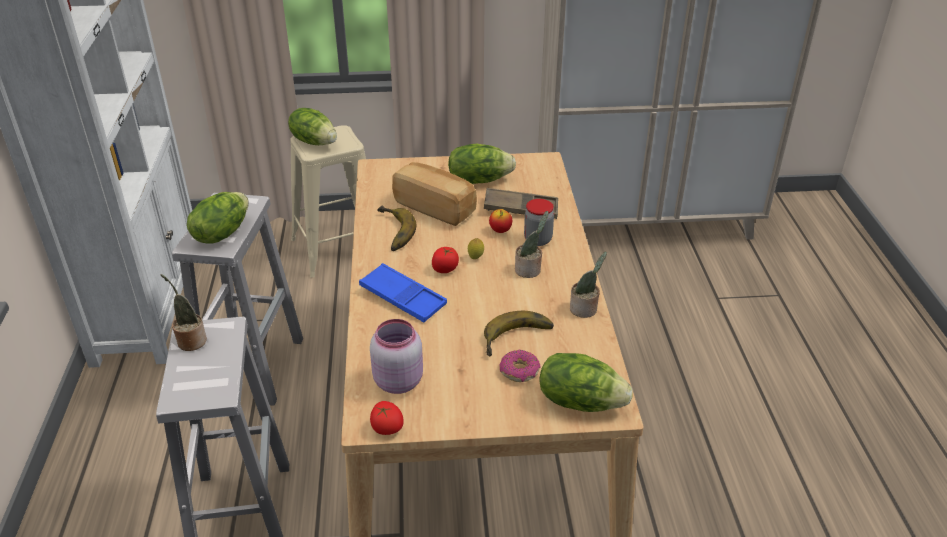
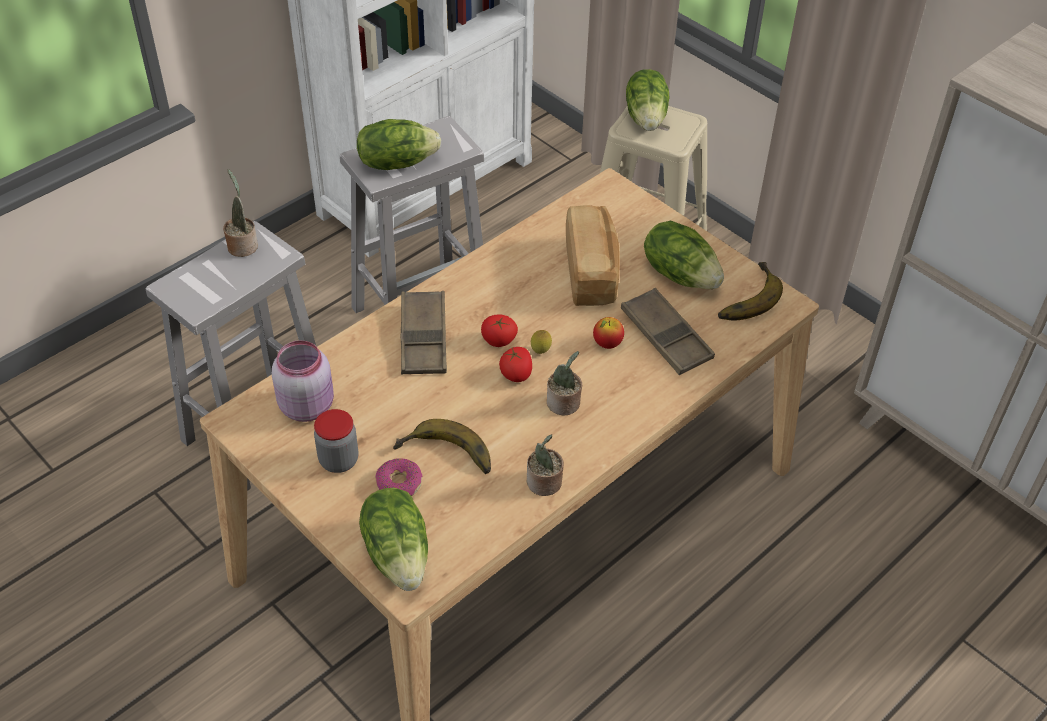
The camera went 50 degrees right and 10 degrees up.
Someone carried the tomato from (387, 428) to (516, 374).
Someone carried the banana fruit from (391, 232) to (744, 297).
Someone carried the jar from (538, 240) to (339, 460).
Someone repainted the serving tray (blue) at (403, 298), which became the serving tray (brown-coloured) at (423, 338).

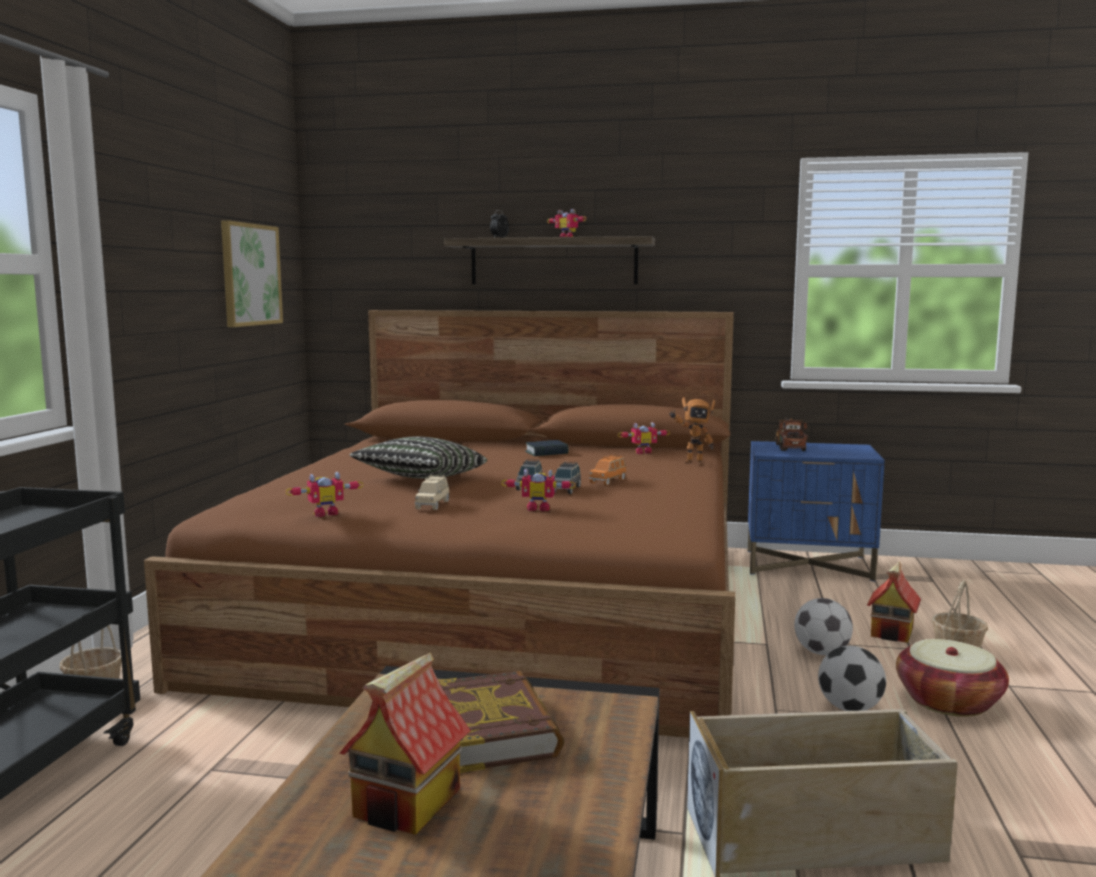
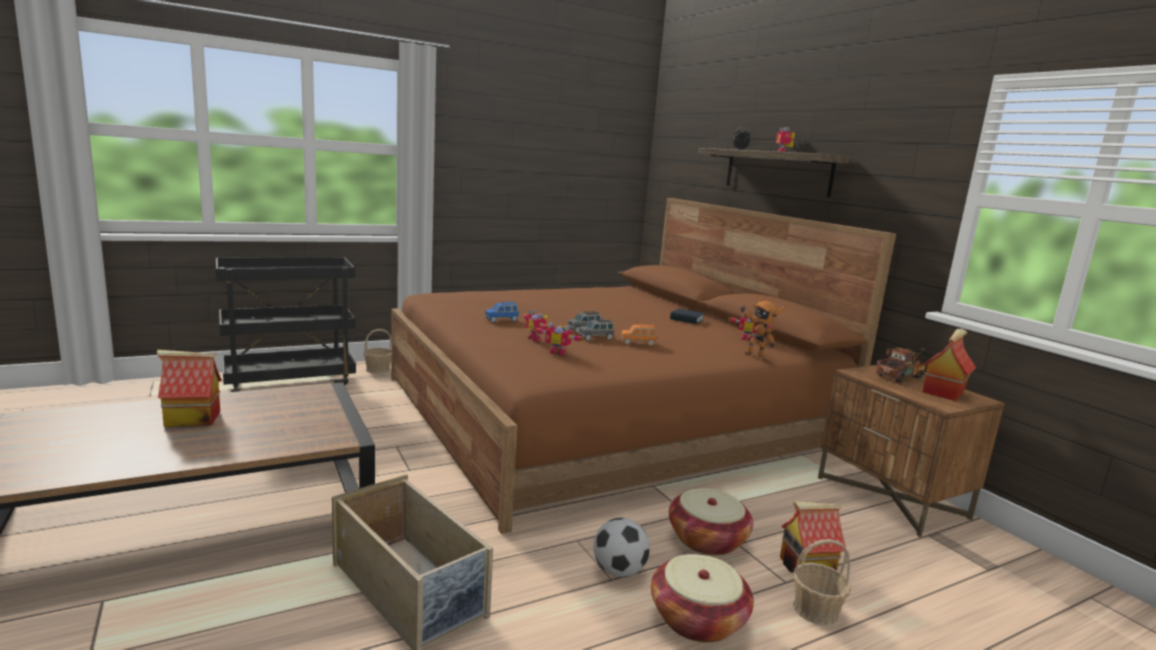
The camera went 50 degrees right and 5 degrees up.
Someone took away the wall art at (250, 274).
Someone took away the cushion at (420, 479).
Someone took away the bound book at (493, 731).
Someone put down the model house at (942, 392).
Someone carried the robot figure from (325, 513) to (558, 352).
Someone swapped the ball for football at (821, 652) for the basket at (707, 540).
Someone repainted the miniature car (beige) at (432, 505), which became the miniature car (blue) at (502, 319).
Someone repainted the bedside table (blue) at (809, 565), which became the bedside table (brown-coloured) at (892, 498).

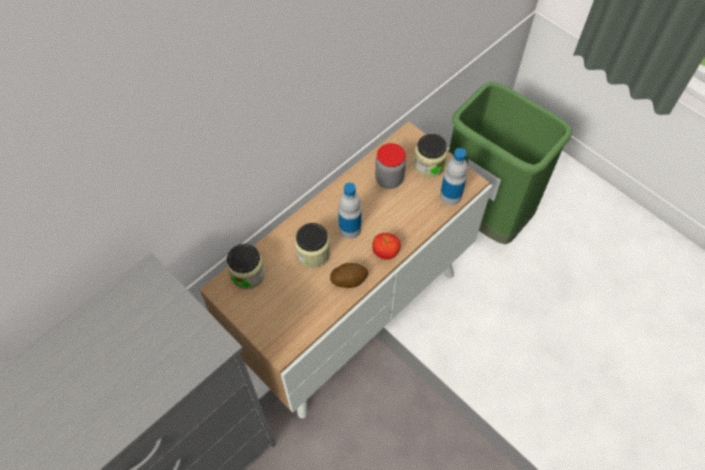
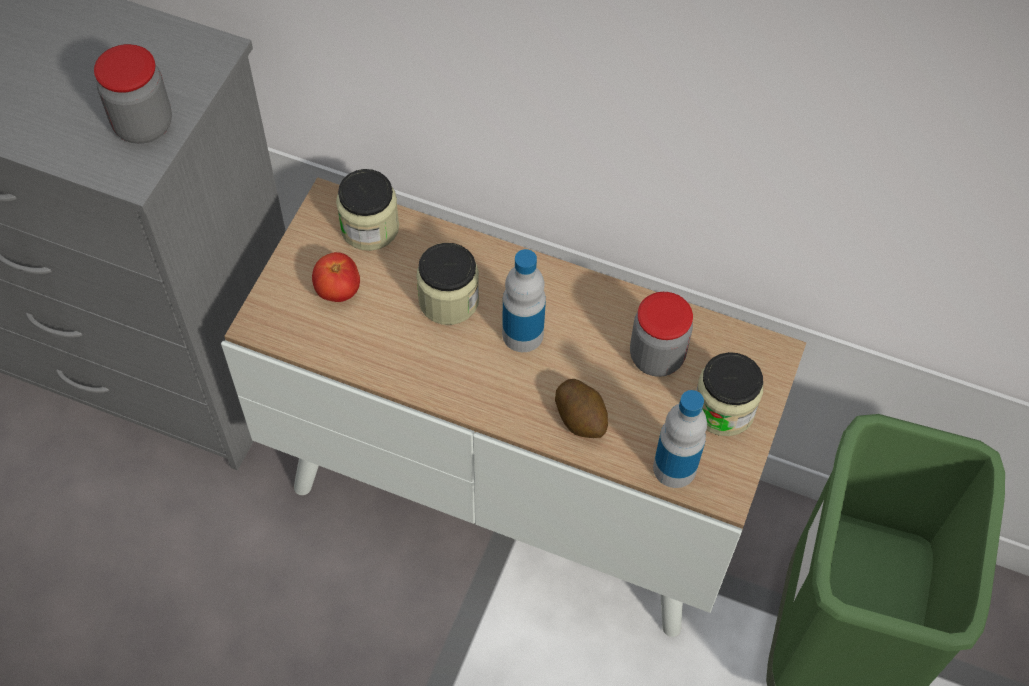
The camera went 65 degrees right and 0 degrees up.
Someone put down the jar at (143, 125).
Someone carried the spud from (349, 280) to (581, 418).
Someone carried the tomato from (385, 252) to (338, 290).

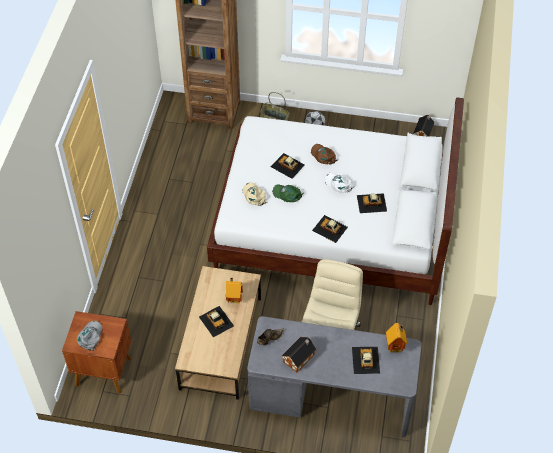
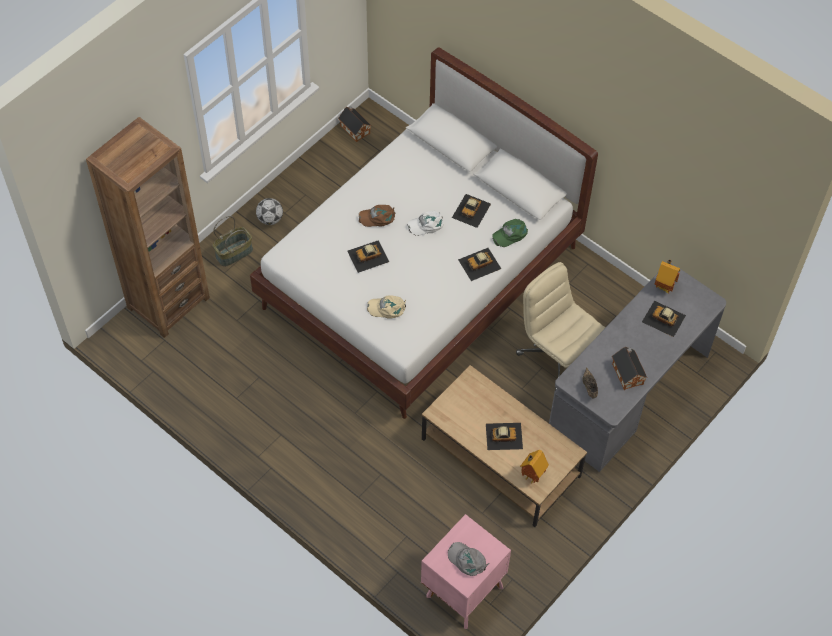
The camera went 60 degrees left and 5 degrees up.
Someone carried the model house from (234, 299) to (531, 475).
Someone carried the peaked cap (green-coloured) from (287, 194) to (510, 234).
Someone repainted the bedside table (brown-coloured) at (102, 370), which became the bedside table (pink) at (463, 591).

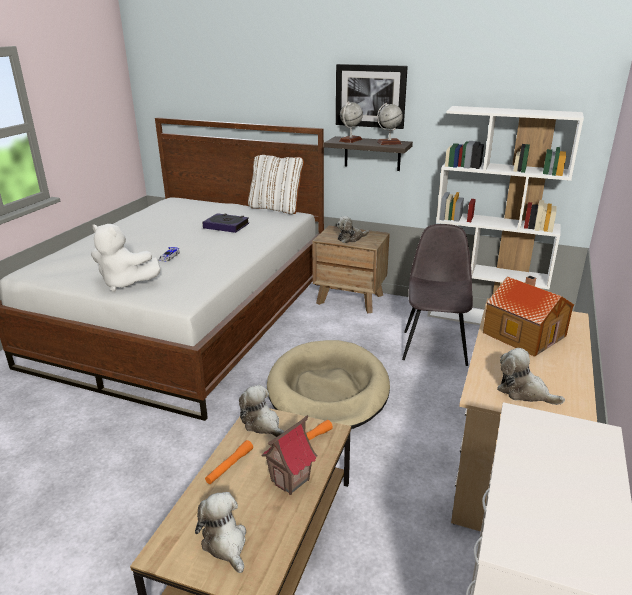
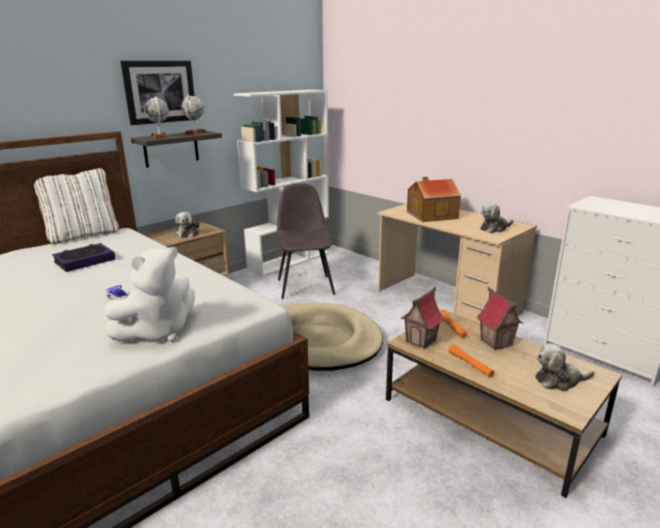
The camera went 65 degrees left and 5 degrees down.
Someone swapped the soft toy at (262, 424) for the model house at (421, 341).
Someone rotated the chair (greyish) at (434, 347) by 45 degrees clockwise.

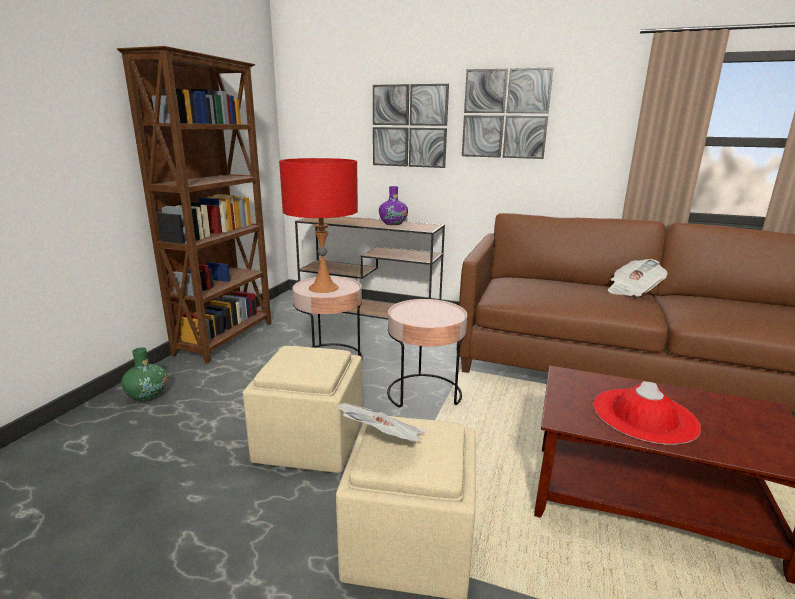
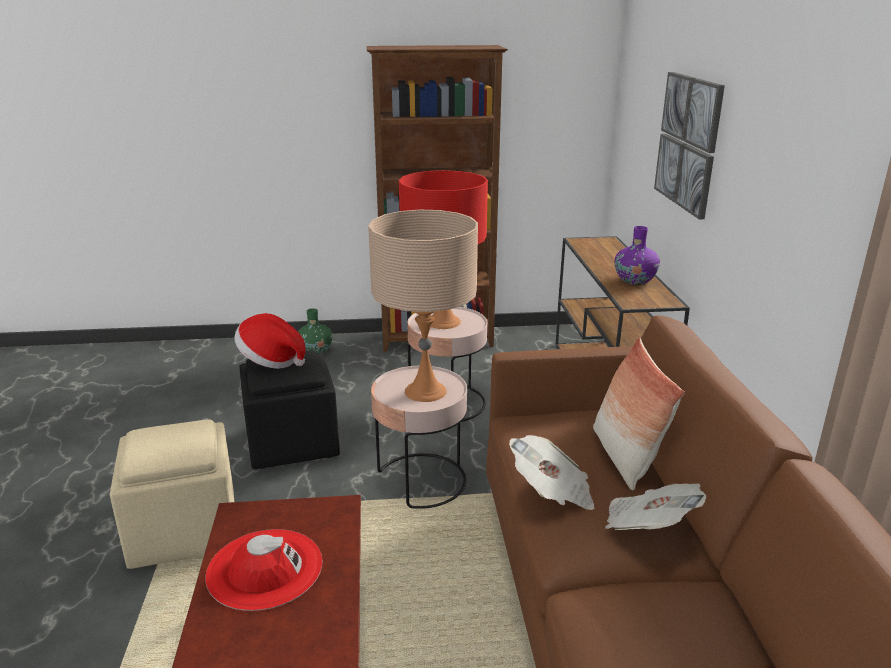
The camera went 65 degrees right and 5 degrees up.
Someone took away the wall art at (505, 114).
Someone put down the hat at (271, 360).
Someone put down the lamp for a table (beige) at (425, 391).
Someone put down the cushion at (625, 457).
Someone carried the newspaper from (384, 442) to (552, 492).
Someone repainted the footrest (beige) at (309, 442), which became the footrest (black) at (293, 442).

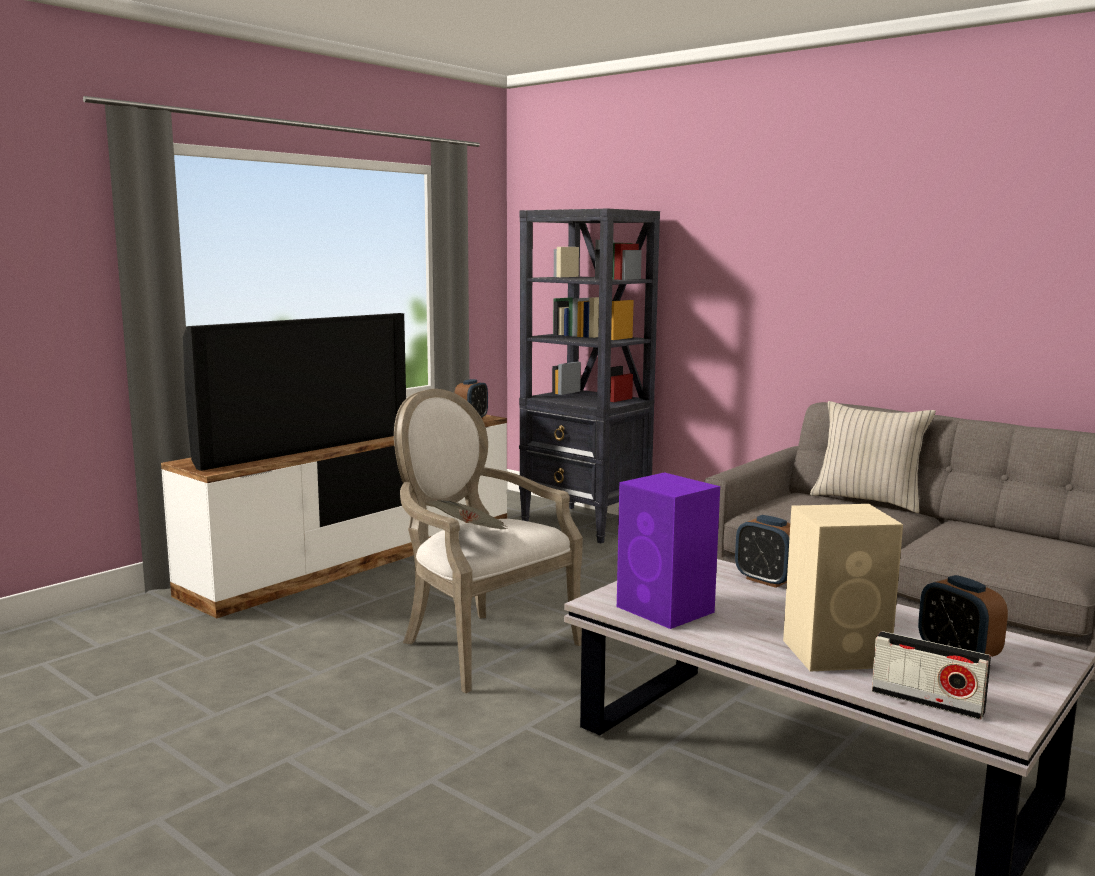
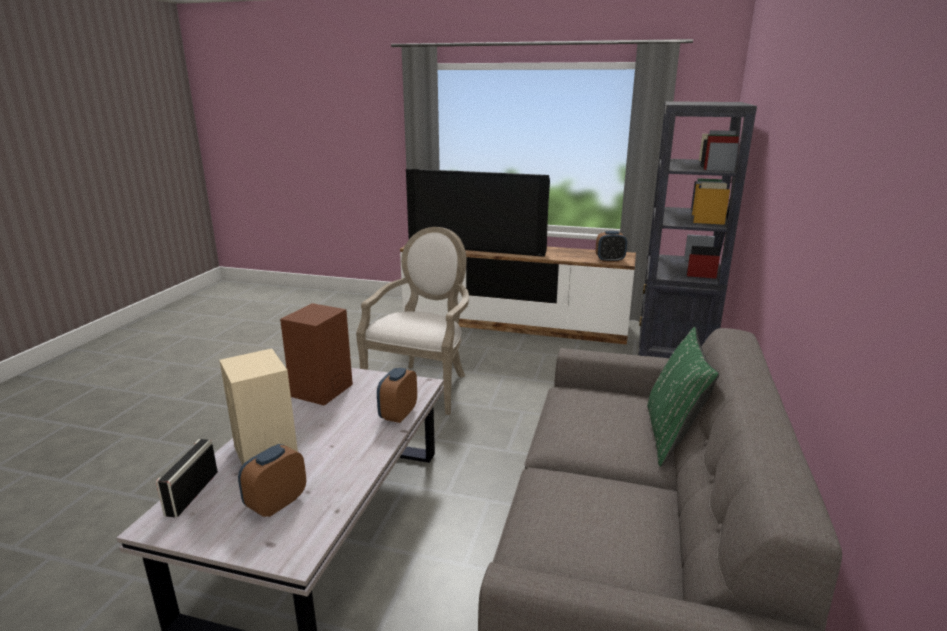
The camera went 65 degrees right and 10 degrees up.
Someone took away the newspaper at (471, 538).
Someone repainted the loudspeaker (purplish) at (667, 610), which became the loudspeaker (brown-coloured) at (321, 391).
Someone repainted the cushion (beige) at (867, 500), which became the cushion (green-coloured) at (672, 435).

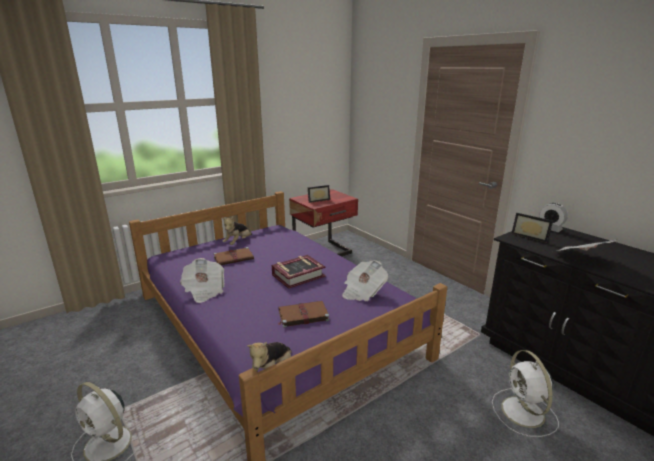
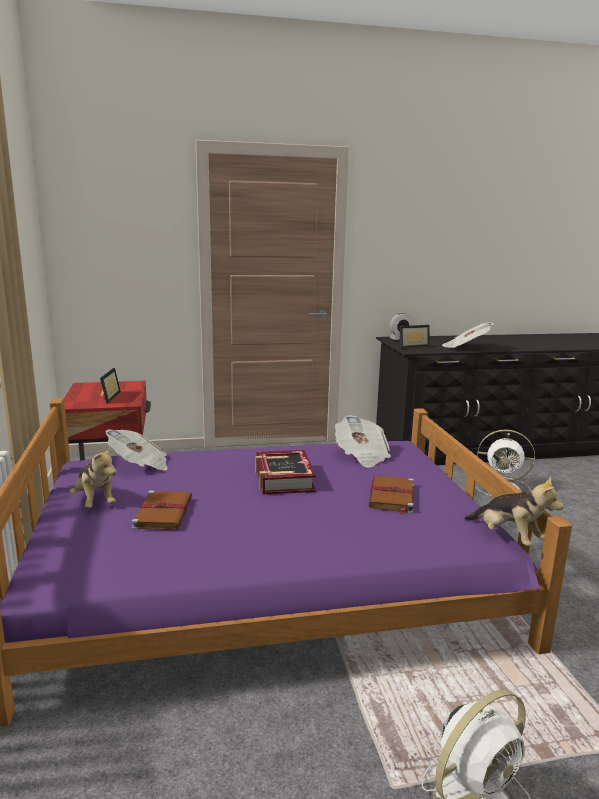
The camera went 65 degrees left and 5 degrees down.
Someone carried the newspaper from (204, 290) to (140, 465).

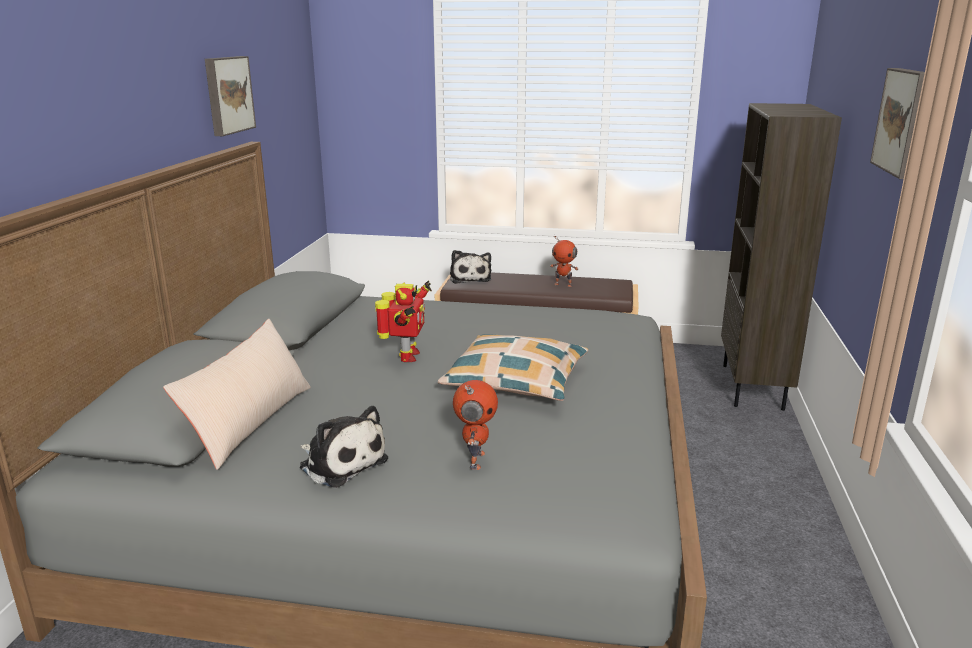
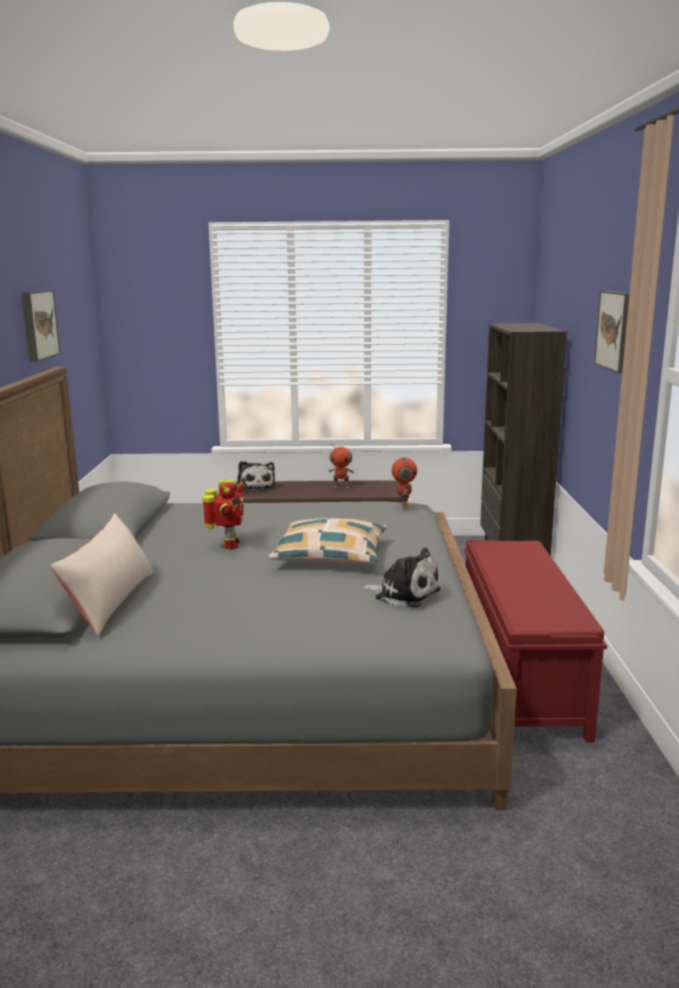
The camera went 10 degrees left and 5 degrees down.
Someone put down the long seat (red) at (519, 674).
Someone carried the soft toy from (341, 462) to (404, 594).
Someone carried the robot figure from (475, 460) to (403, 506).

